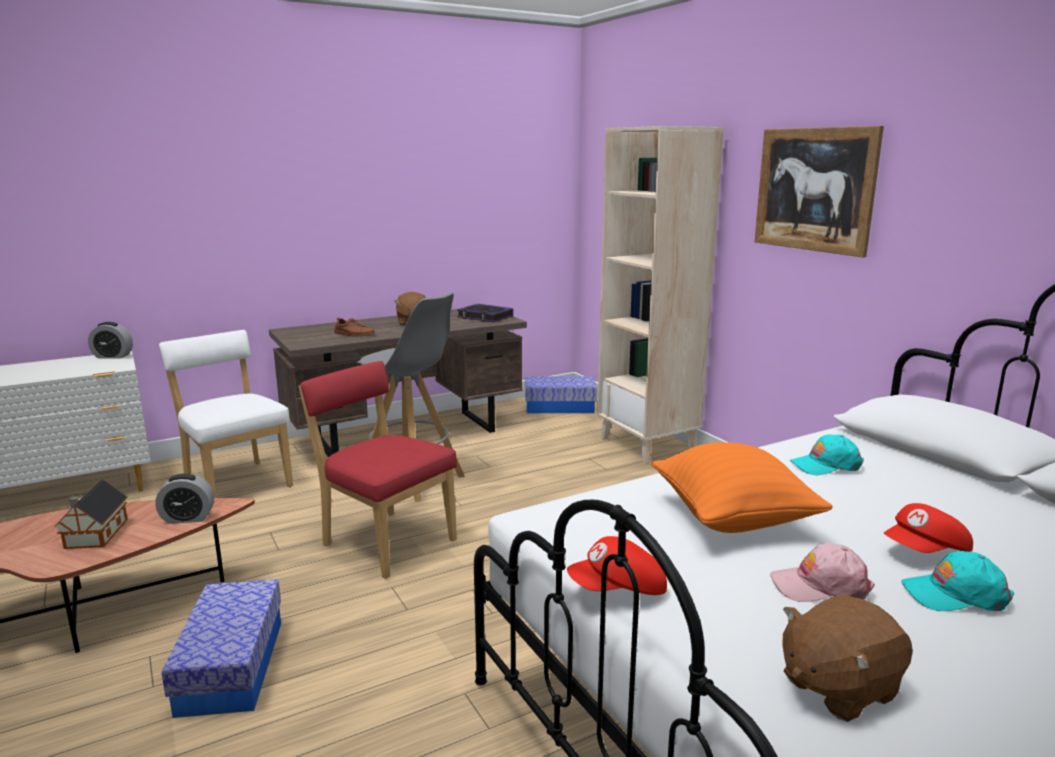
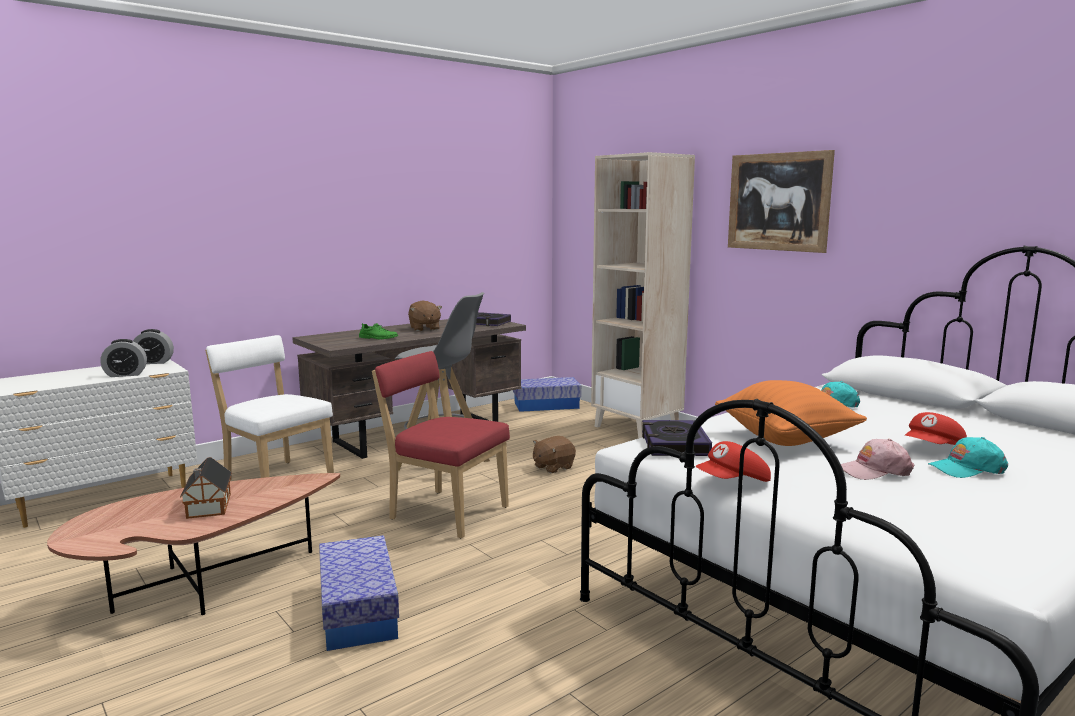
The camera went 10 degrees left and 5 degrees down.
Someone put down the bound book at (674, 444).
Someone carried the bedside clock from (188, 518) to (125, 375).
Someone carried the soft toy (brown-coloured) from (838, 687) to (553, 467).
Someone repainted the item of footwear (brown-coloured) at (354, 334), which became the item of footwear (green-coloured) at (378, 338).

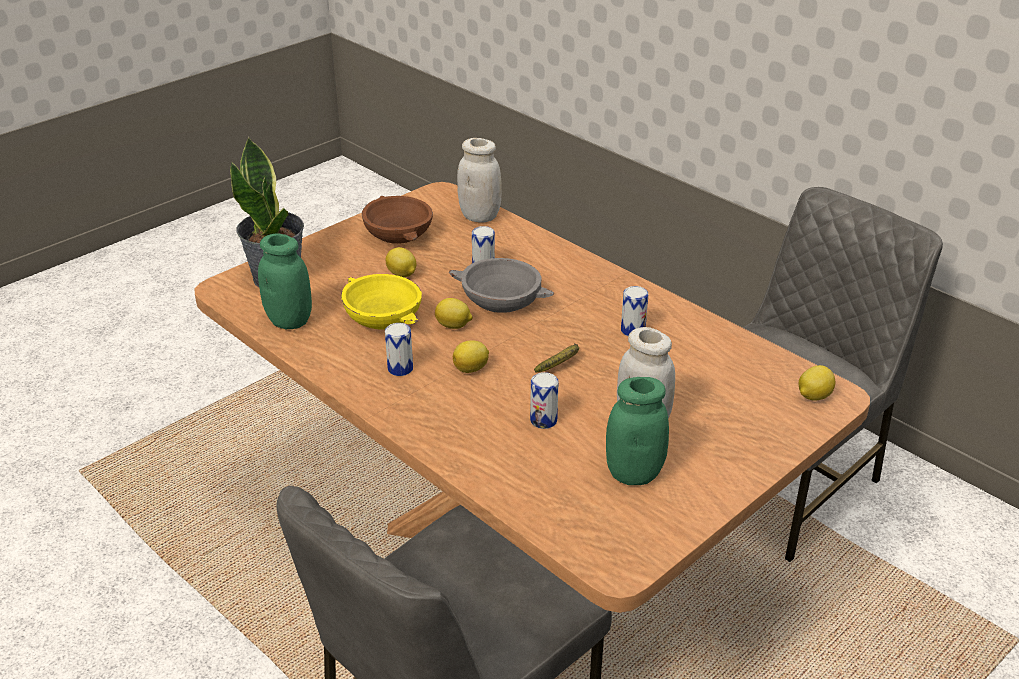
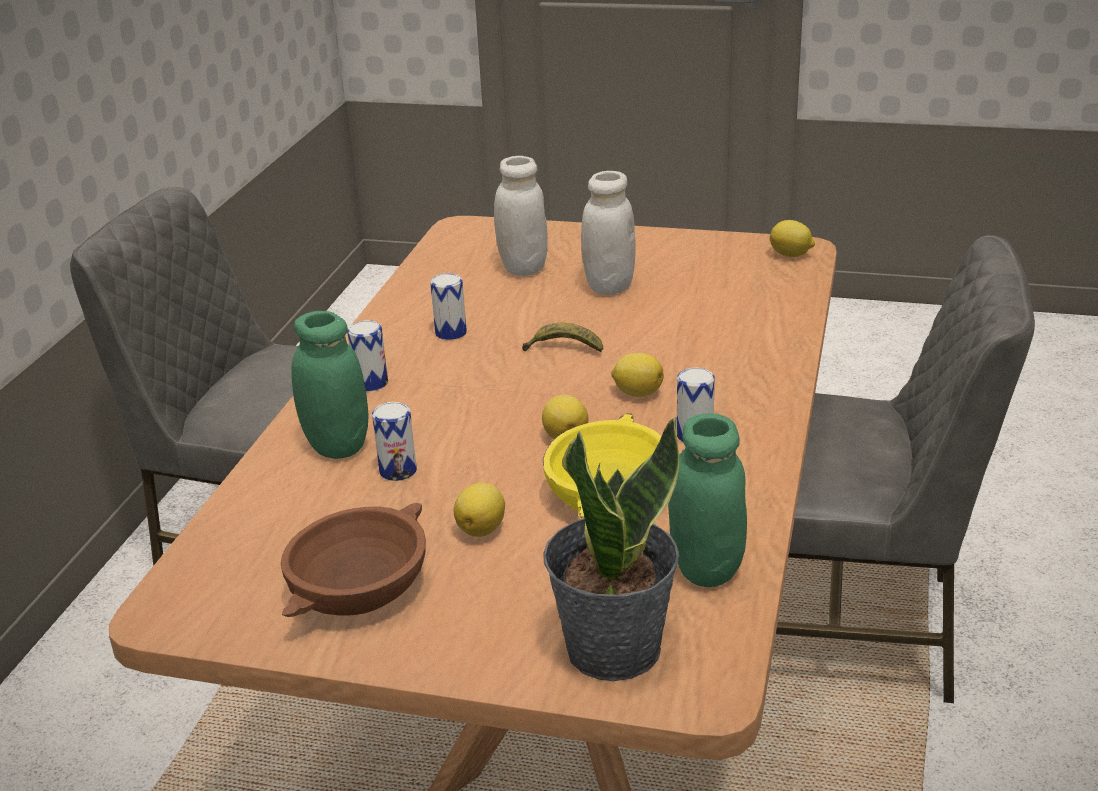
The camera went 120 degrees left and 5 degrees down.
Someone took away the deep dish (greyish) at (502, 301).
Someone carried the jar (white-coloured) from (480, 216) to (523, 268).
Someone carried the metal can from (543, 420) to (371, 383).
Someone carried the jar (green-coloured) from (634, 473) to (337, 446).
Someone carried the citrus fruit from (813, 396) to (791, 255).

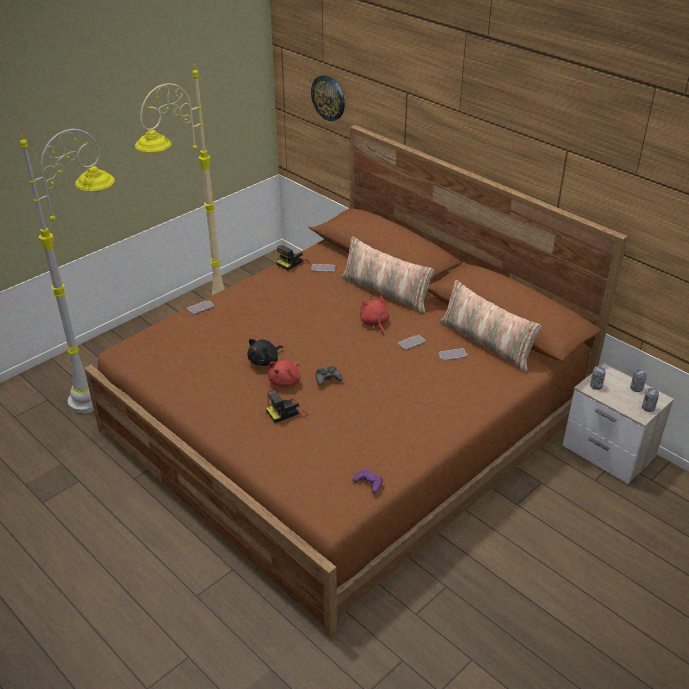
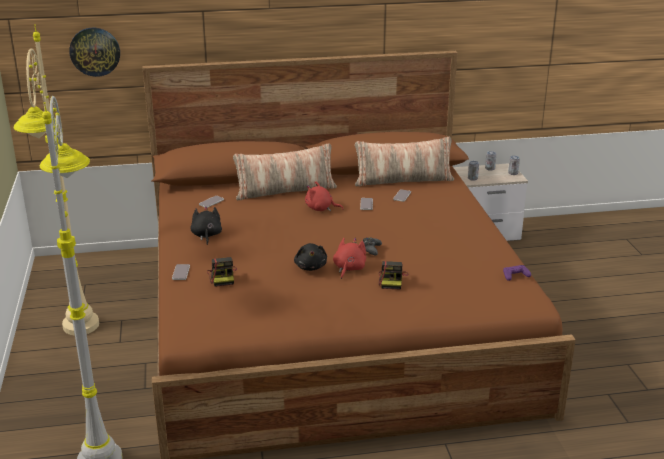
The camera went 55 degrees left and 10 degrees down.
Someone put down the soft toy (black) at (206, 235).
Someone carried the photo camera from (292, 262) to (222, 277).
Someone rotated the soft toy (red) at (286, 381) by 135 degrees counterclockwise.

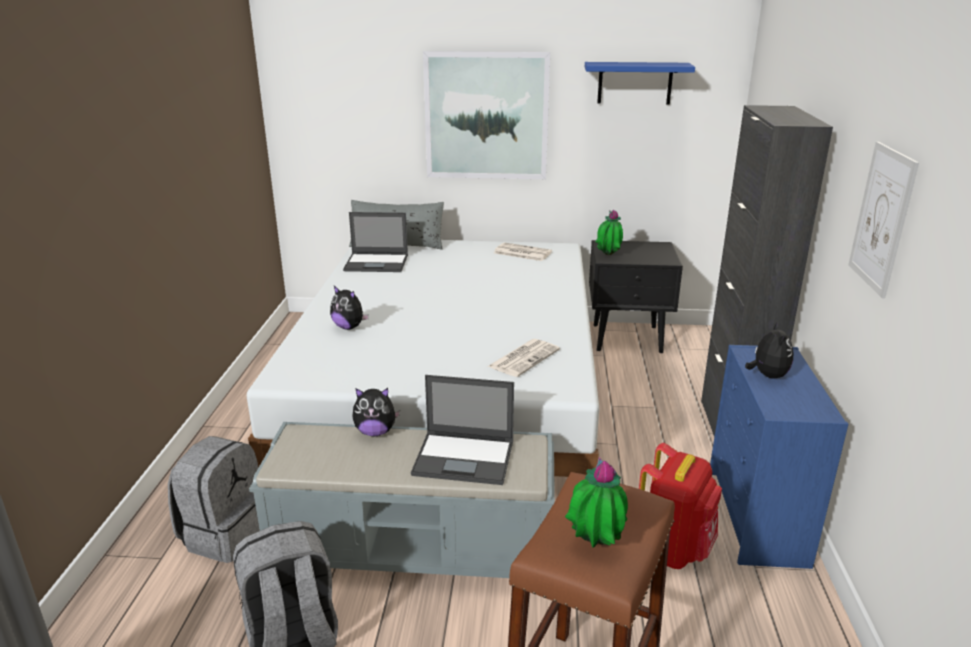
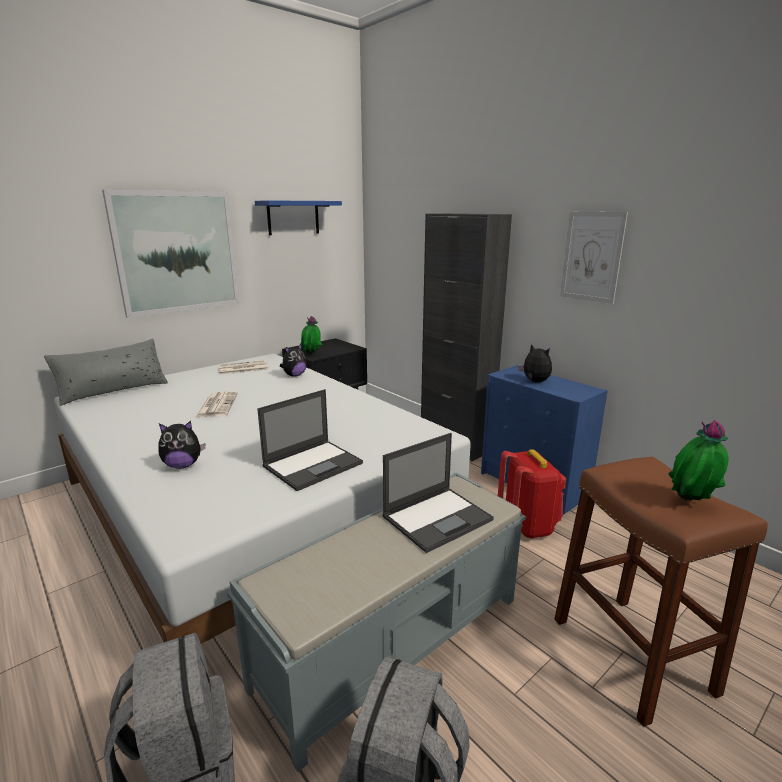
The camera went 45 degrees left and 5 degrees down.
Someone carried the portable computer from (377, 263) to (313, 464).
Someone carried the soft toy from (375, 432) to (294, 375).
Someone carried the newspaper from (524, 358) to (217, 405).

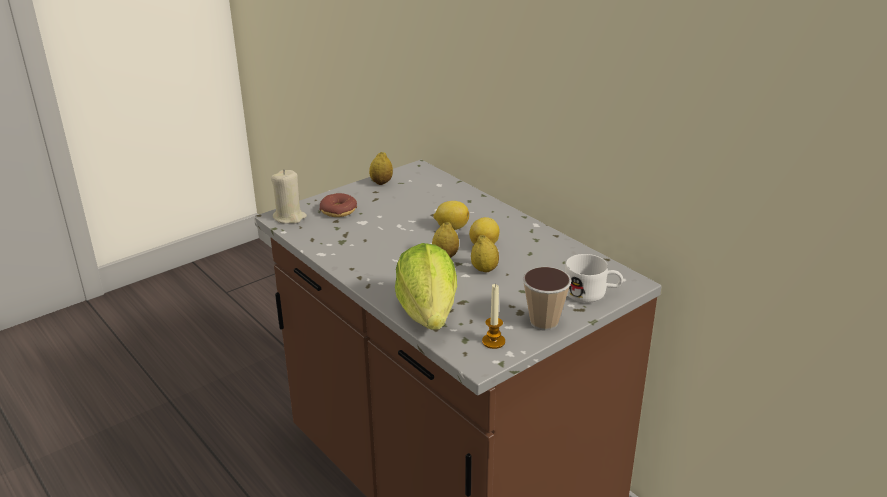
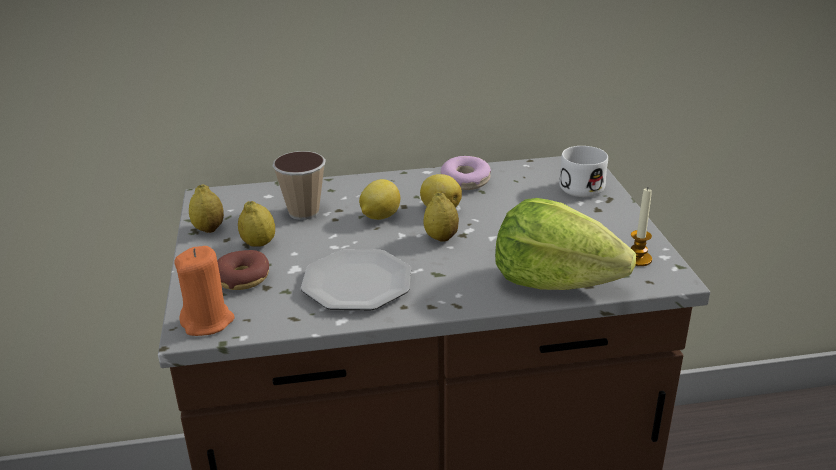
The camera went 60 degrees left and 0 degrees up.
Someone put down the flat dish at (356, 283).
Someone put down the doughnut at (465, 181).
Someone carried the citrus fruit from (484, 270) to (259, 244).
Someone carried the drinking cup from (544, 322) to (304, 212).
Someone repainted the candle (beige) at (289, 217), which became the candle (orange-coloured) at (208, 322).

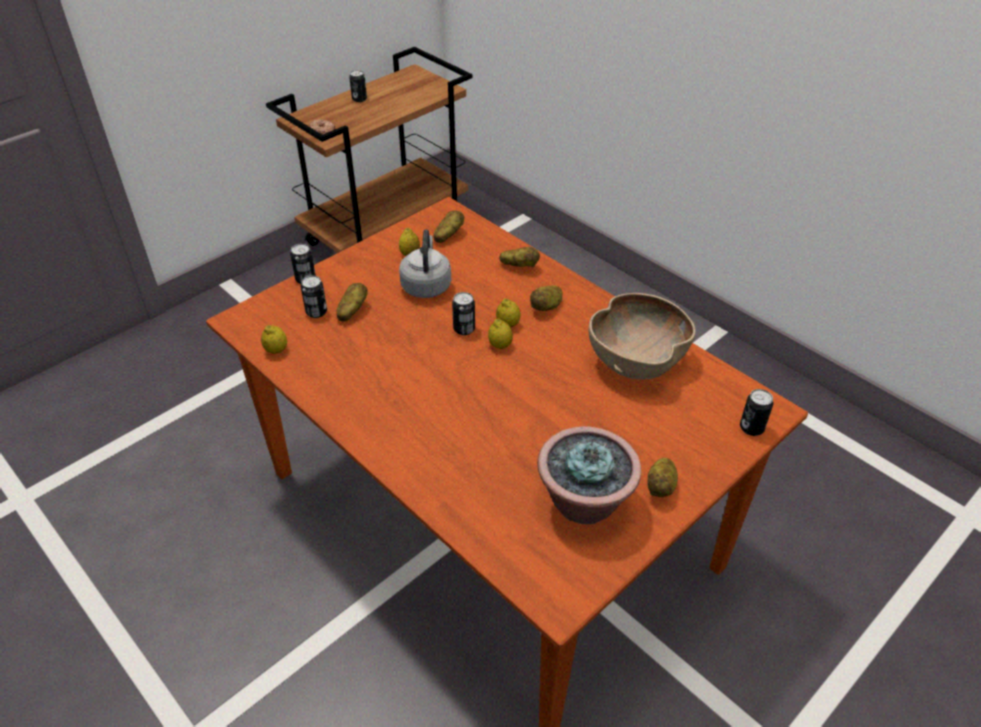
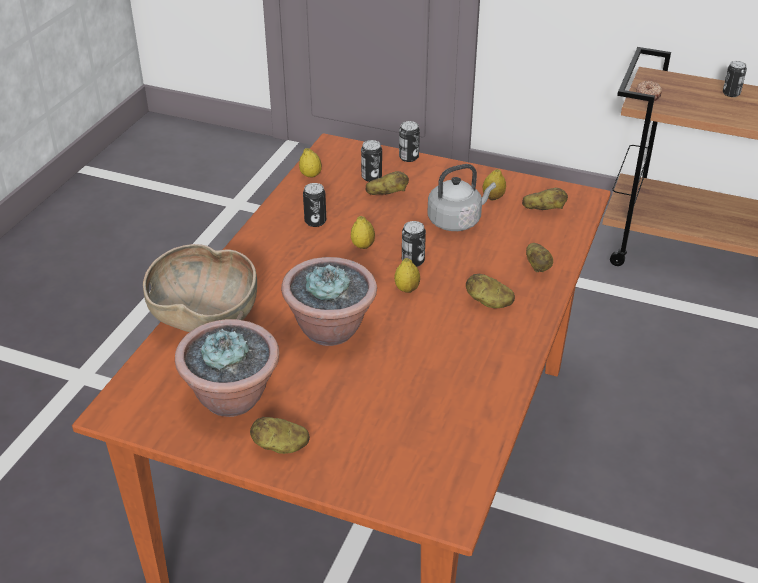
The camera went 65 degrees right and 5 degrees down.
Someone put down the plant in a pot at (331, 329).
Someone carried the citrus fruit from (508, 324) to (362, 246).
Someone carried the deep dish (brown-coloured) from (635, 360) to (206, 316).
Someone carried the metal can from (751, 428) to (315, 221).

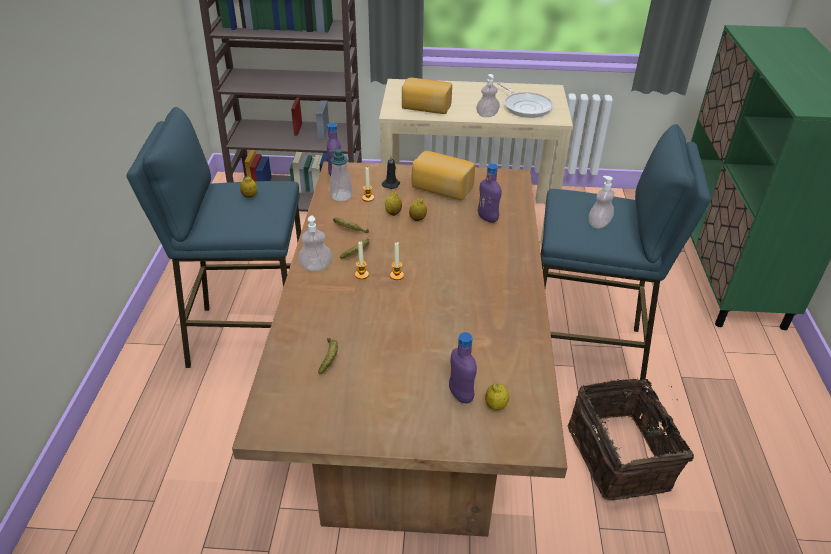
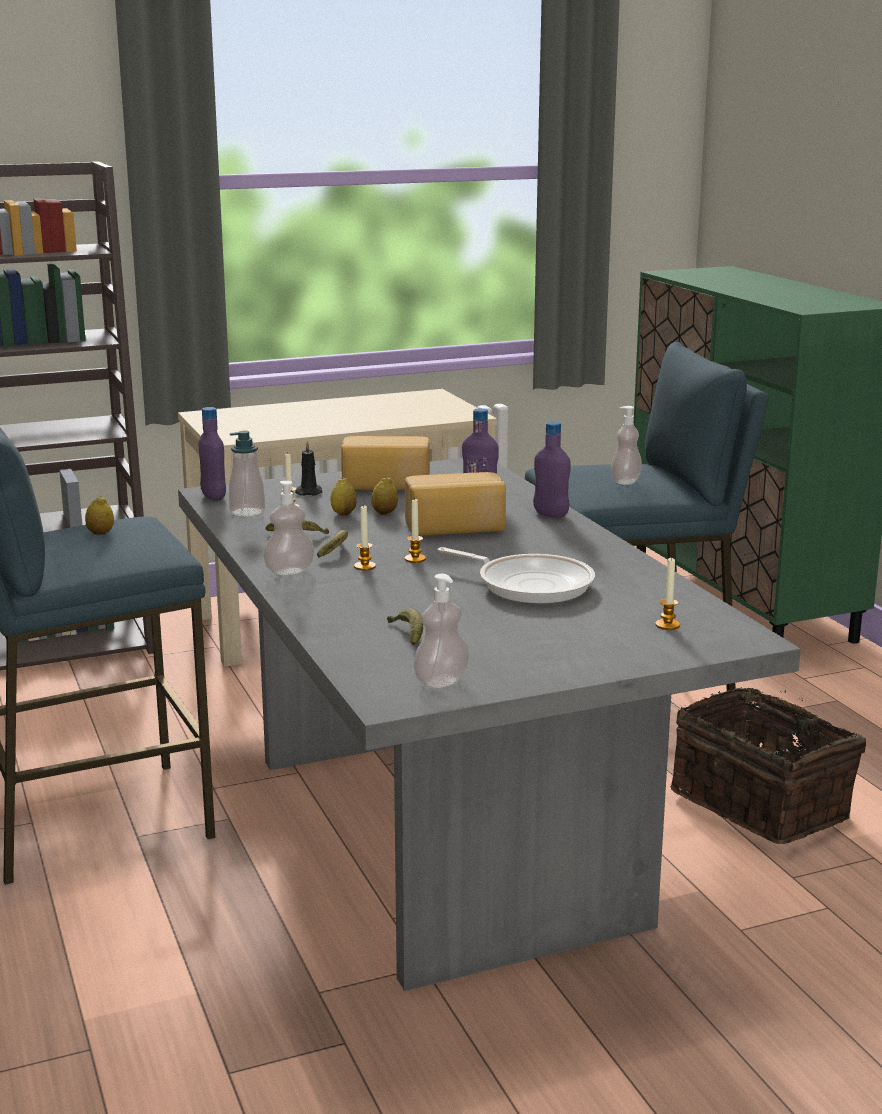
The camera went 25 degrees left and 20 degrees down.
Someone carried the bread from (425, 108) to (455, 528).
Someone carried the beverage bottle (purplish) from (460, 395) to (550, 514).
Someone carried the soap dispenser from (487, 115) to (441, 682).
Someone carried the frying pan from (526, 107) to (530, 584).
Someone swapped the citrus fruit at (496, 405) for the candle at (667, 625).
Someone repainted the dining table (brown-coloured) at (412, 412), which became the dining table (greyish) at (437, 836).

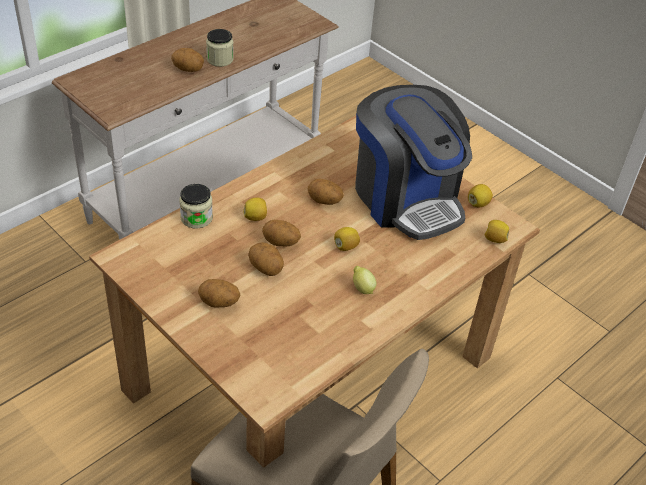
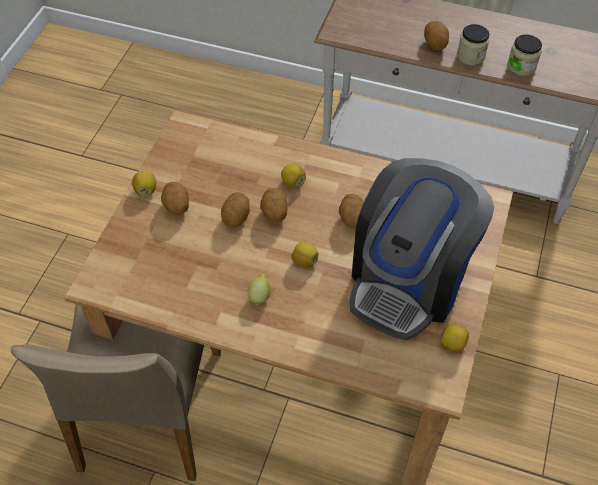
The camera went 65 degrees right and 10 degrees up.
Someone carried the jar from (196, 218) to (521, 66).
Someone carried the citrus fruit from (494, 239) to (146, 190).

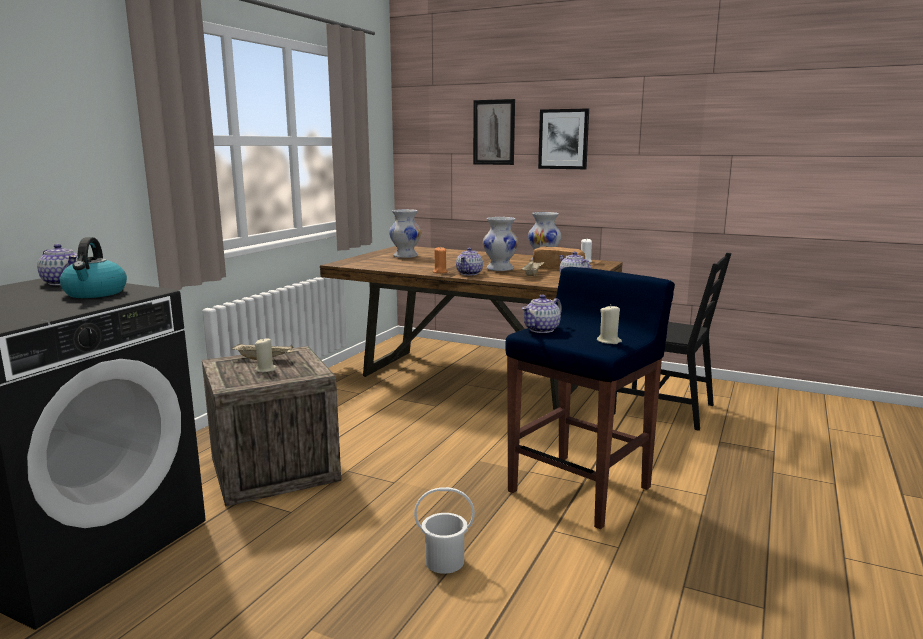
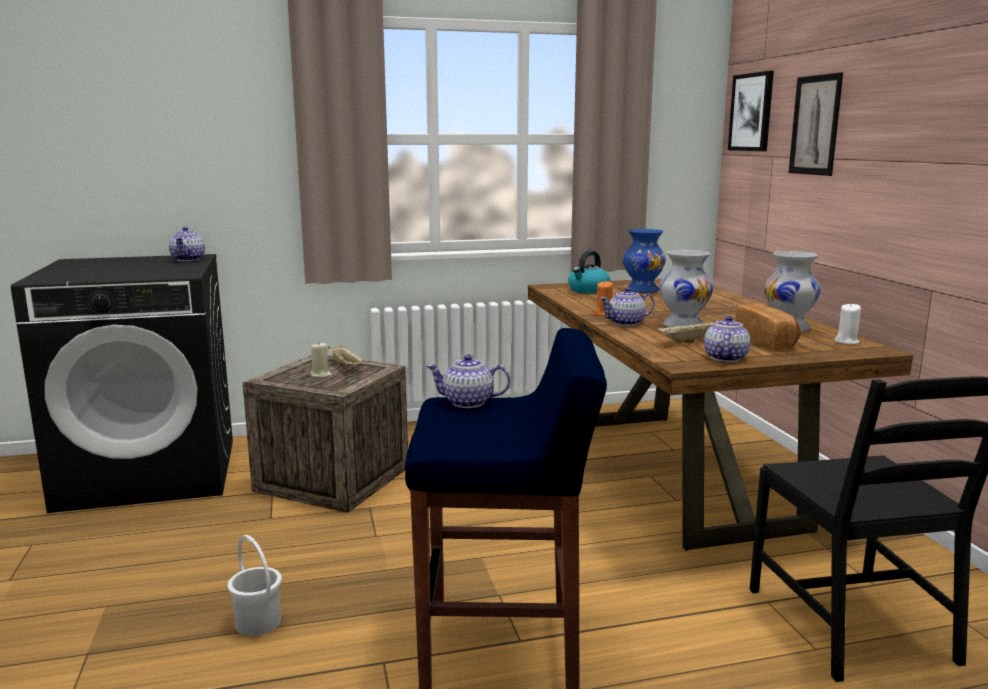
The camera went 50 degrees right and 0 degrees up.
Someone took away the candle (beige) at (609, 341).
Someone carried the tea kettle from (95, 293) to (588, 290).
Someone carried the wall art from (563, 139) to (751, 112).
Someone repainted the decorative vase (white-coloured) at (406, 256), which became the decorative vase (blue) at (642, 291).

